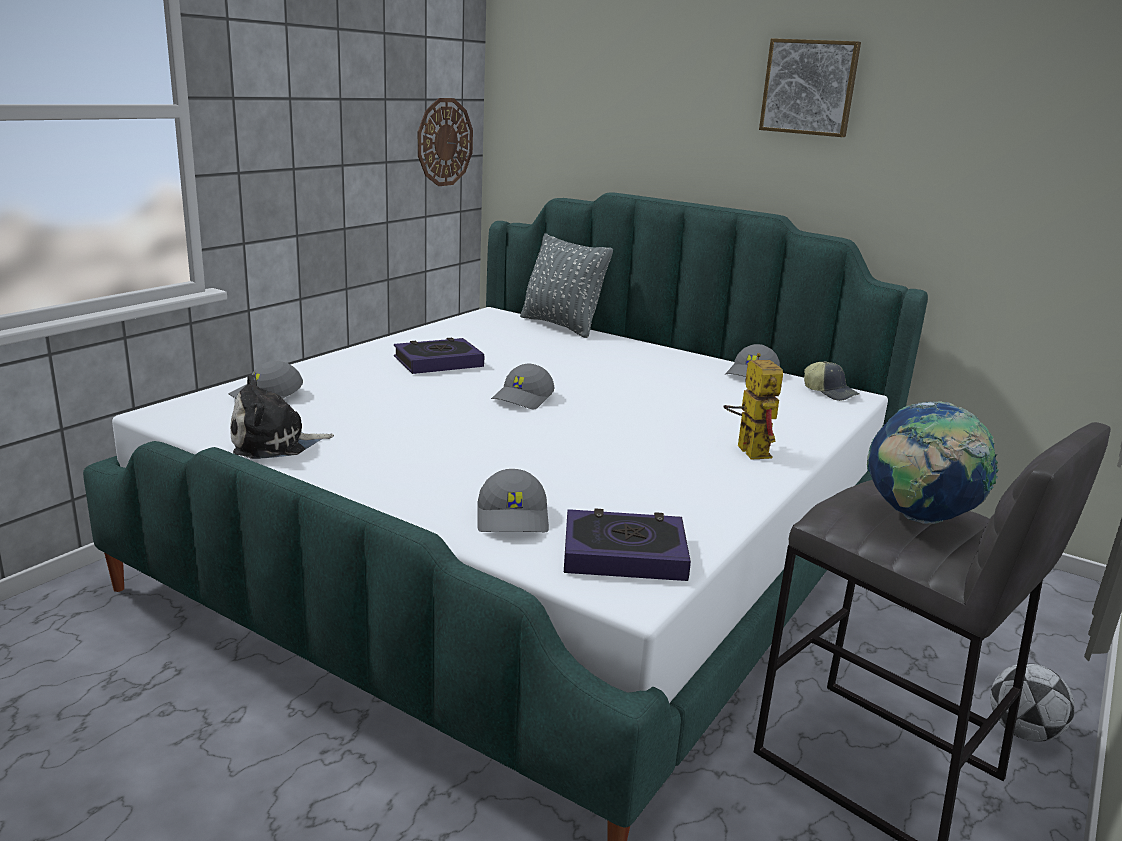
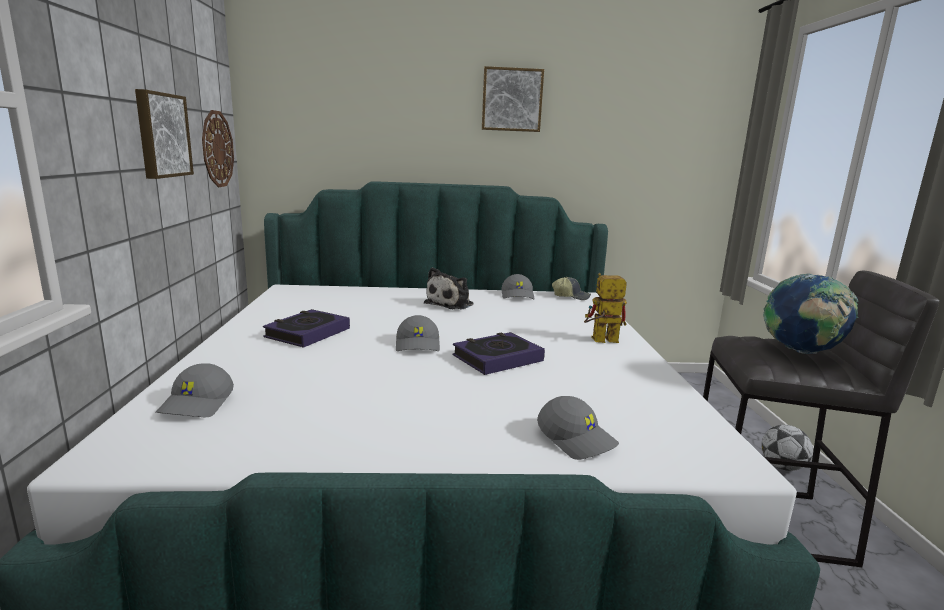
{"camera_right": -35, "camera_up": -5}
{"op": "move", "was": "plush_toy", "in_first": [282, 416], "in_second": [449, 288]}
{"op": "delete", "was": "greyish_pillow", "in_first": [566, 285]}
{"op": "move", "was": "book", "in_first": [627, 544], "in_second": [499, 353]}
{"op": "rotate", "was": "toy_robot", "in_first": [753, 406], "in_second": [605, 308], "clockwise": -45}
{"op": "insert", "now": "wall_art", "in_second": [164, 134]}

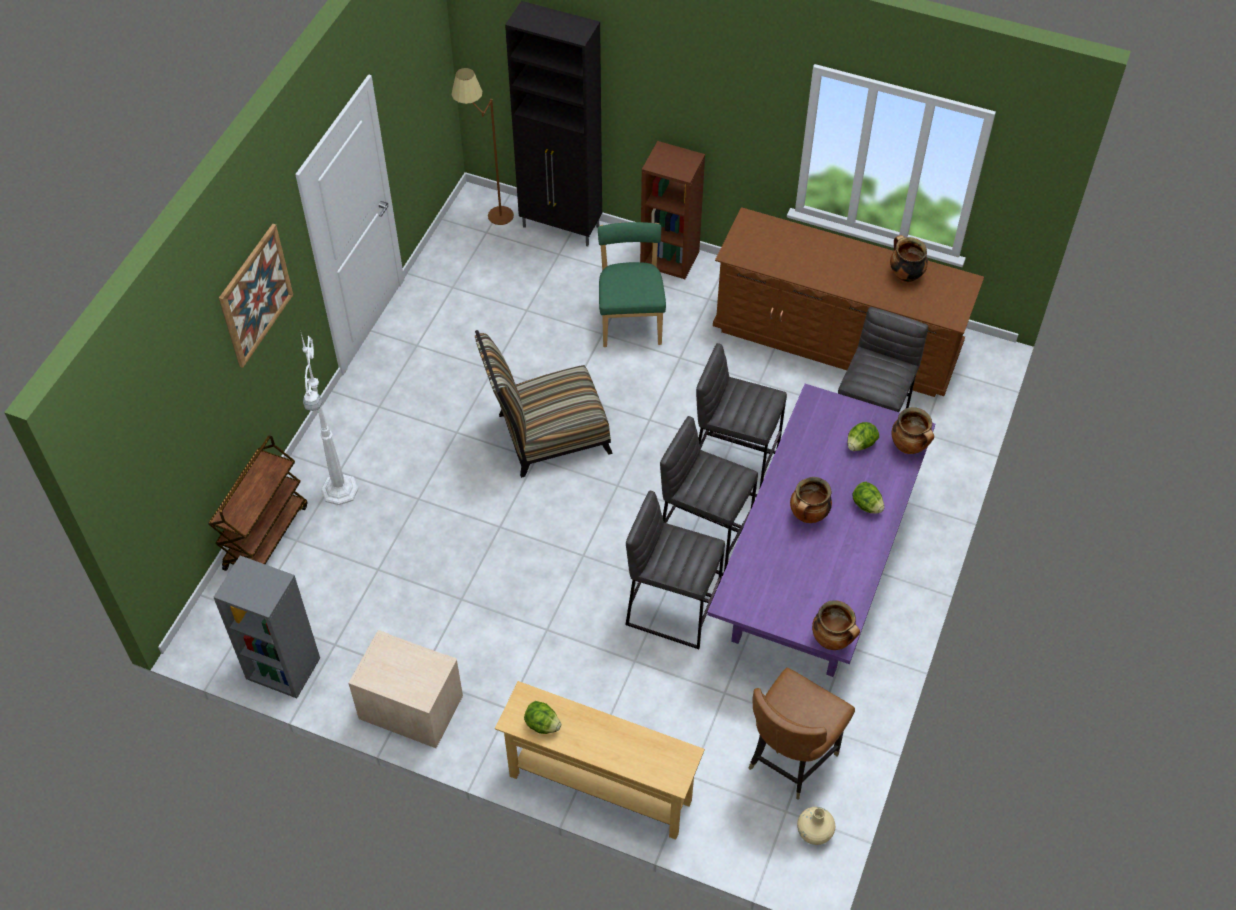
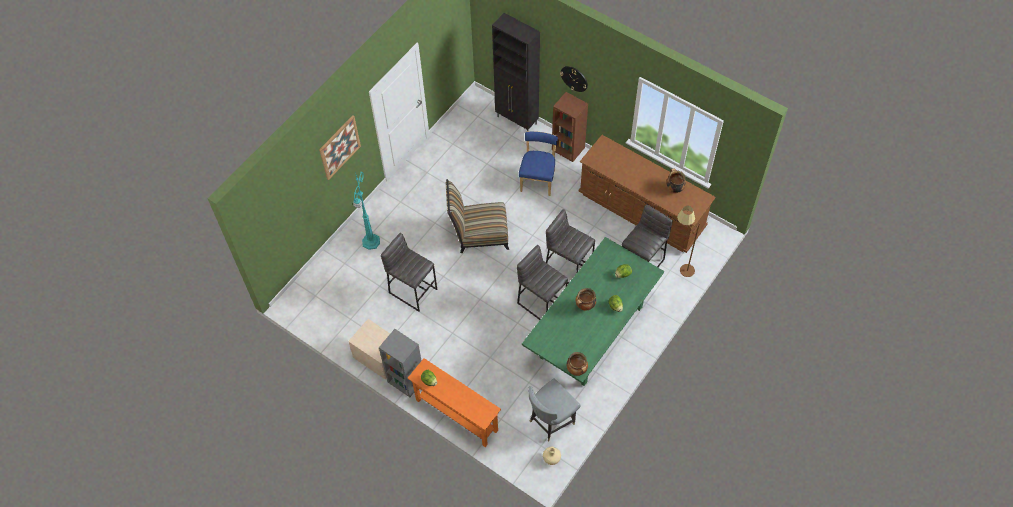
{"camera_right": 15, "camera_up": 5}
{"op": "delete", "was": "brownish_cart", "in_first": [257, 503]}
{"op": "move", "was": "greyish_shelving_unit", "in_first": [266, 627], "in_second": [400, 363]}
{"op": "recolor", "was": "white-coloured_standard_lamp", "now": "turquoise_standard_lamp", "in_first": [329, 419], "in_second": [366, 211]}
{"op": "move", "was": "brownish_standard_lamp", "in_first": [483, 146], "in_second": [688, 241]}
{"op": "recolor", "was": "beige_console_table", "now": "orange-coloured_console_table", "in_first": [600, 760], "in_second": [454, 402]}
{"op": "recolor", "was": "green-coloured_chair", "now": "blue-coloured_chair", "in_first": [632, 284], "in_second": [538, 163]}
{"op": "move", "was": "greyish_stool_seat", "in_first": [675, 569], "in_second": [409, 272]}
{"op": "recolor", "was": "purple-coloured_dinner_table", "now": "green-coloured_dinner_table", "in_first": [821, 530], "in_second": [593, 311]}
{"op": "recolor", "was": "brownish_chair", "now": "greyish_chair", "in_first": [801, 734], "in_second": [554, 410]}
{"op": "delete", "was": "stockpot", "in_first": [913, 430]}
{"op": "insert", "now": "hanging_clock", "in_second": [574, 79]}

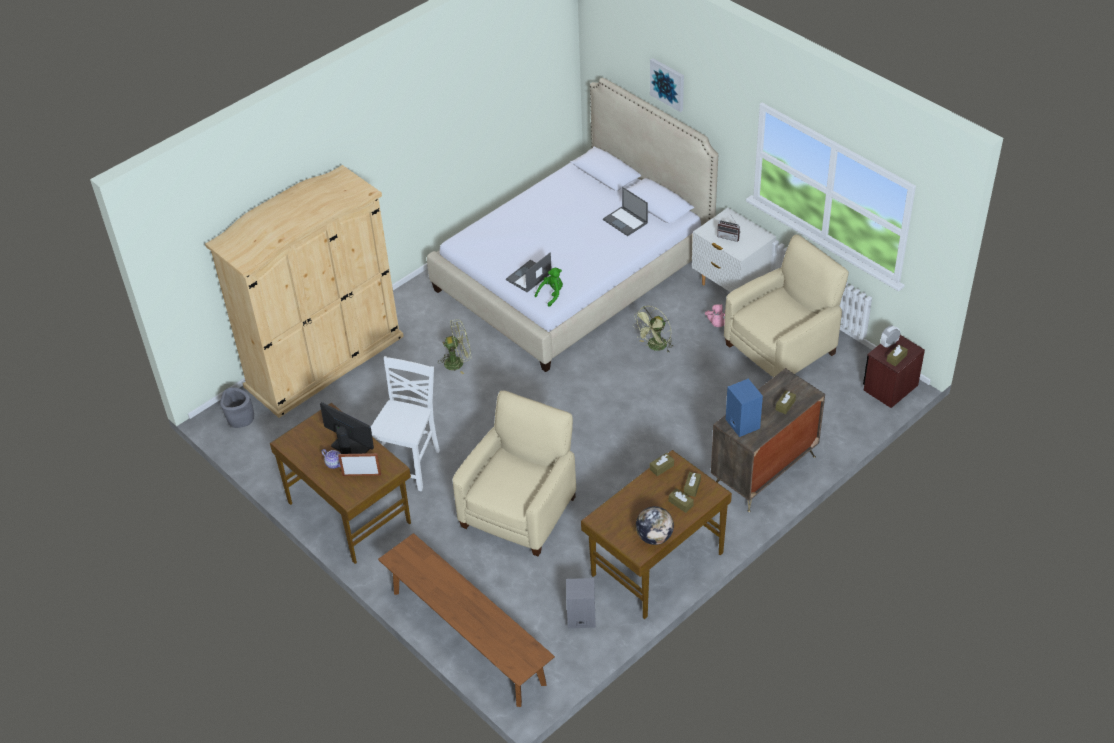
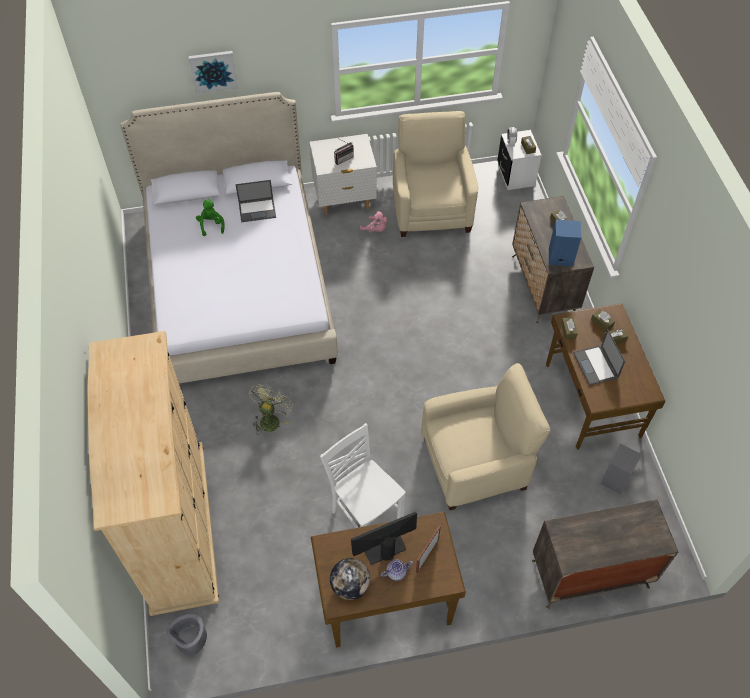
{"camera_right": -60, "camera_up": 10}
{"op": "replace", "was": "brownish_indoor_bench", "now": "drawer_chest", "in_first": [466, 620], "in_second": [605, 554]}
{"op": "rotate", "was": "beige_easy_chair", "in_first": [514, 473], "in_second": [485, 436], "clockwise": 105}
{"op": "move", "was": "laptop", "in_first": [529, 272], "in_second": [599, 357]}
{"op": "move", "was": "green-coloured_plush_toy", "in_first": [549, 287], "in_second": [210, 217]}
{"op": "delete", "was": "green-coloured_fan", "in_first": [653, 329]}
{"op": "move", "was": "globe", "in_first": [655, 525], "in_second": [350, 579]}
{"op": "recolor", "was": "brownish_bedside_table", "now": "white-coloured_bedside_table", "in_first": [894, 371], "in_second": [519, 160]}

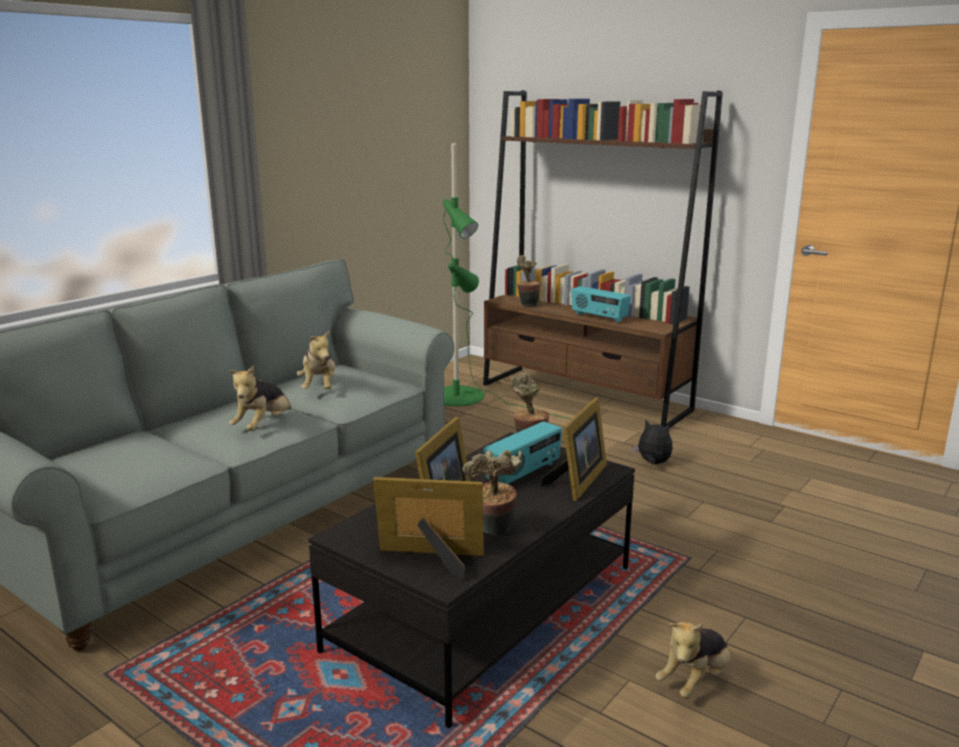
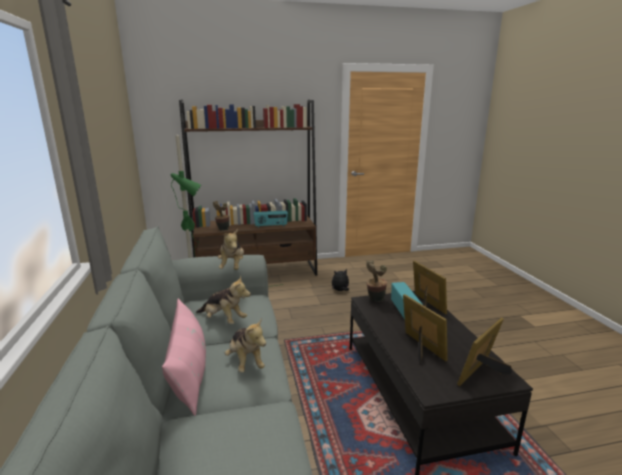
{"camera_right": -50, "camera_up": 0}
{"op": "delete", "was": "houseplant", "in_first": [492, 492]}
{"op": "move", "was": "plush_toy", "in_first": [693, 660], "in_second": [231, 249]}
{"op": "insert", "now": "pink_pillow", "in_second": [184, 357]}

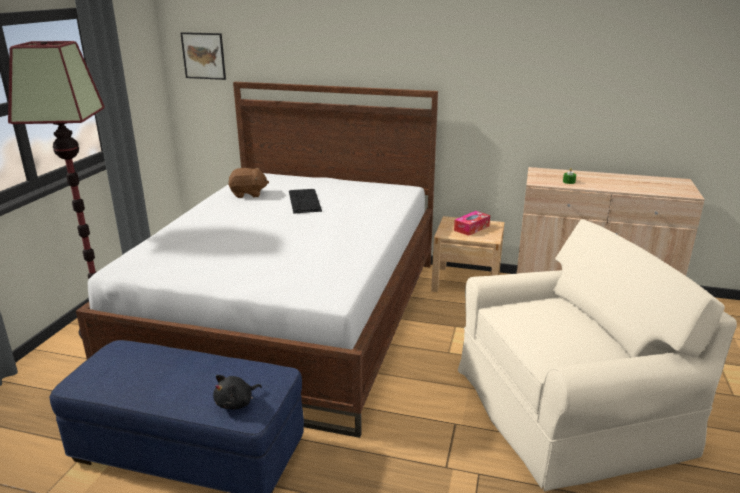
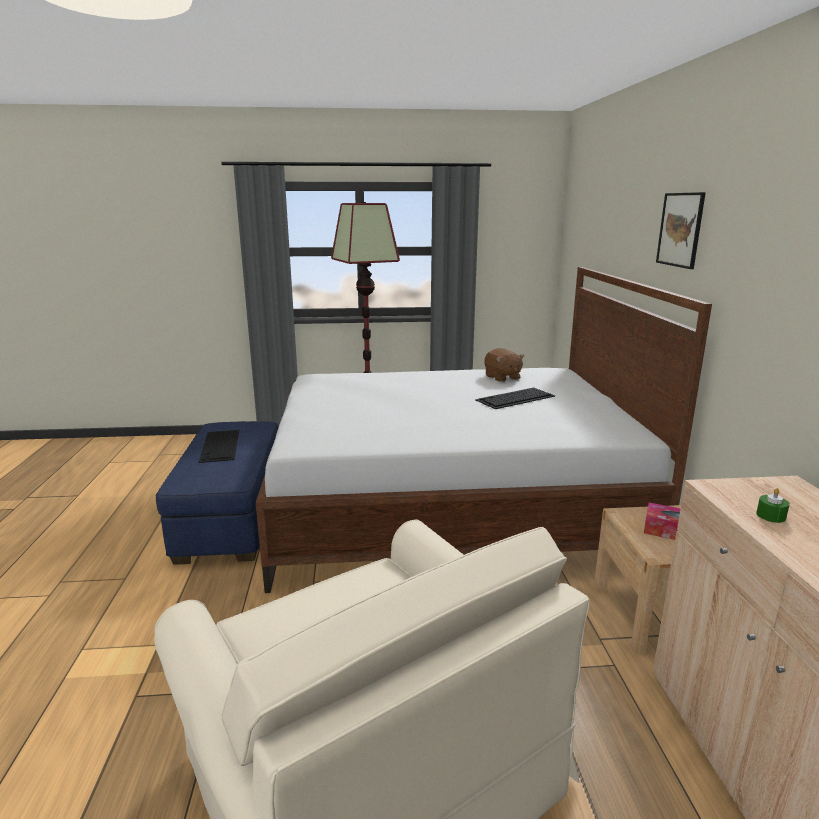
{"camera_right": 70, "camera_up": -5}
{"op": "move", "was": "wall_art", "in_first": [203, 56], "in_second": [681, 230]}
{"op": "delete", "was": "black-coloured_plush_toy", "in_first": [237, 392]}
{"op": "insert", "now": "keyboard", "in_second": [219, 446]}

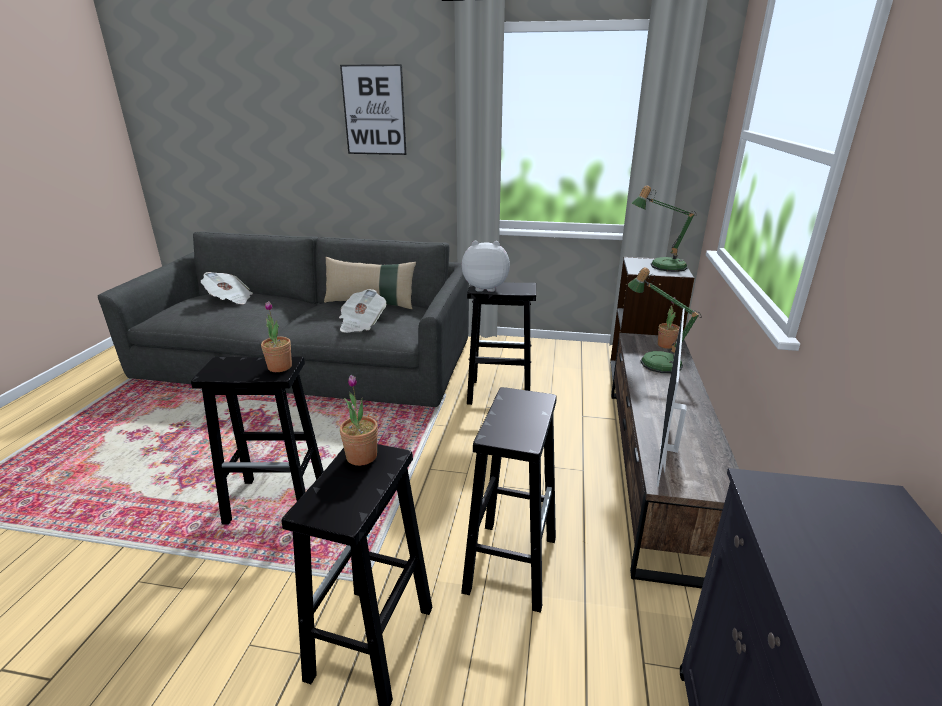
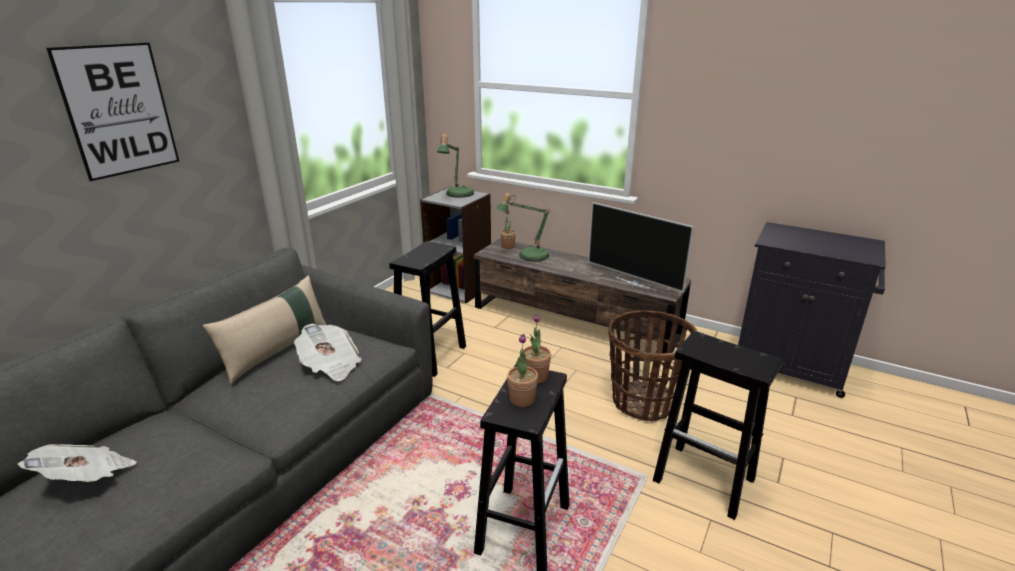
{"camera_right": -70, "camera_up": 0}
{"op": "move", "was": "houseplant", "in_first": [359, 420], "in_second": [522, 370]}
{"op": "replace", "was": "black-coloured_stool_seat", "now": "household_basket", "in_first": [509, 500], "in_second": [652, 366]}
{"op": "delete", "was": "plush_toy", "in_first": [486, 266]}

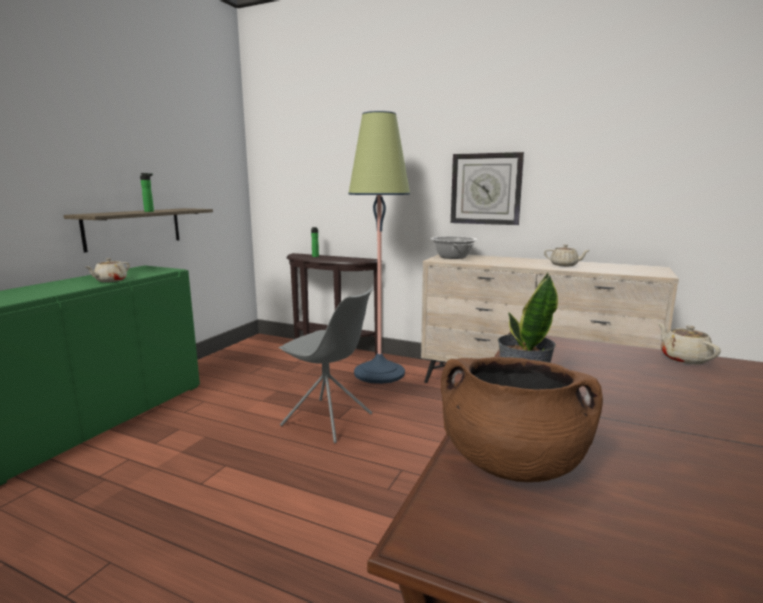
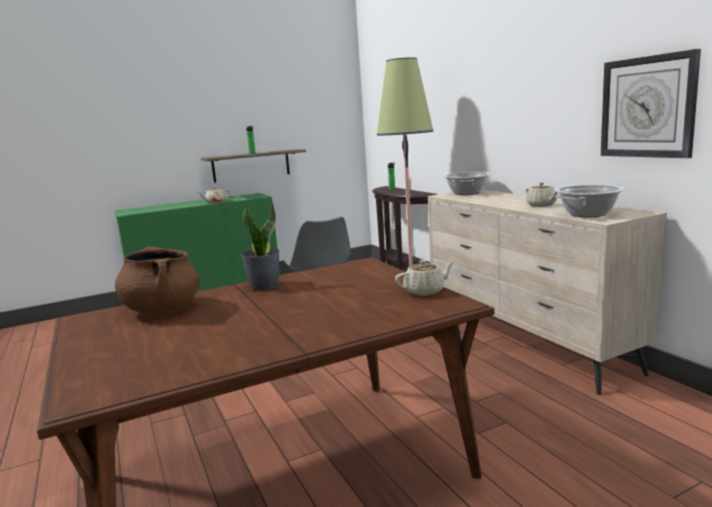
{"camera_right": 40, "camera_up": 0}
{"op": "move", "was": "hanging_clock", "in_first": [487, 188], "in_second": [651, 103]}
{"op": "rotate", "was": "beige_tea_pot", "in_first": [689, 344], "in_second": [424, 278], "clockwise": 45}
{"op": "insert", "now": "stockpot", "in_second": [590, 201]}

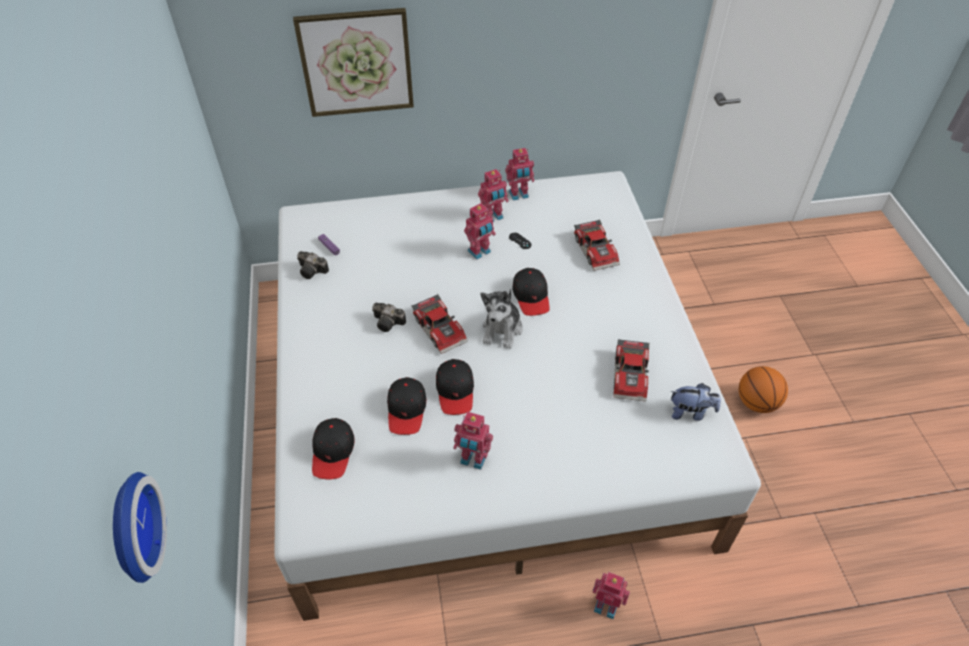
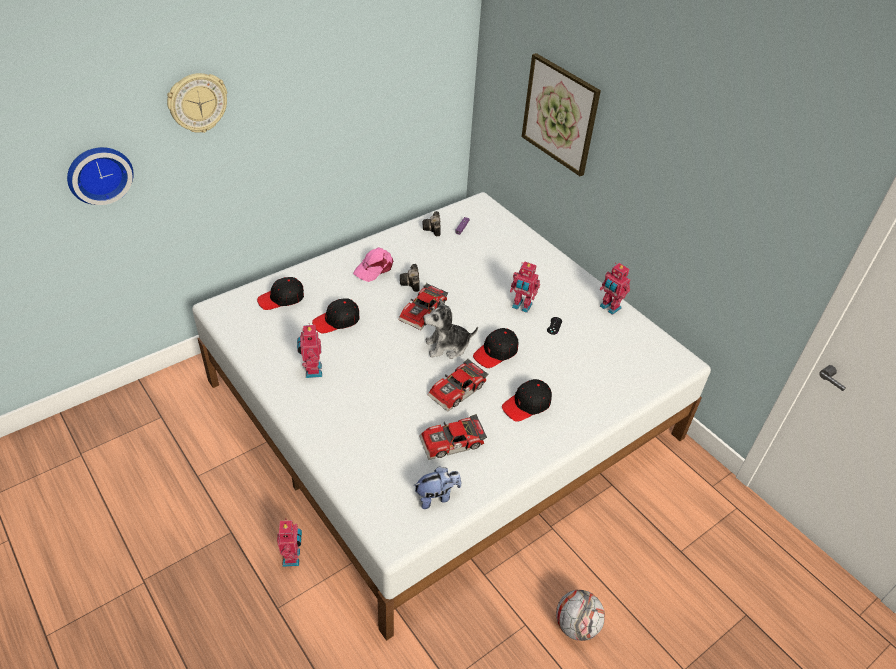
{"camera_right": 60, "camera_up": -5}
{"op": "move", "was": "black-coloured_baseball_cap", "in_first": [455, 387], "in_second": [527, 400]}
{"op": "delete", "was": "toy_robot", "in_first": [493, 195]}
{"op": "move", "was": "model_car", "in_first": [597, 245], "in_second": [458, 385]}
{"op": "rotate", "was": "plush_toy", "in_first": [695, 402], "in_second": [437, 487], "clockwise": -90}
{"op": "replace", "was": "basketball", "now": "ball_for_football", "in_first": [763, 389], "in_second": [580, 615]}
{"op": "insert", "now": "hanging_clock", "in_second": [197, 103]}
{"op": "insert", "now": "pink_baseball_cap", "in_second": [373, 264]}

